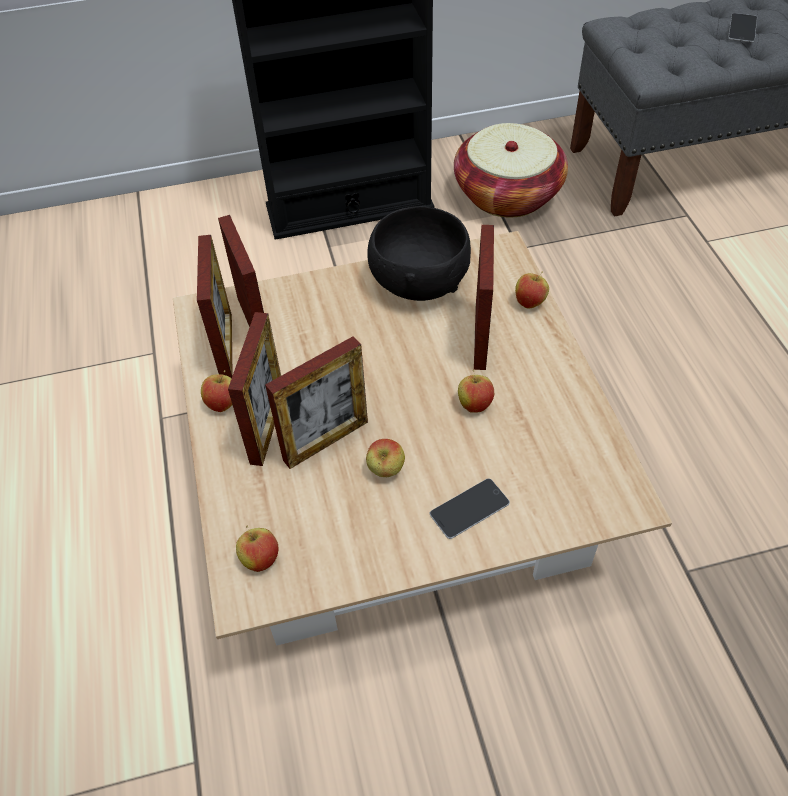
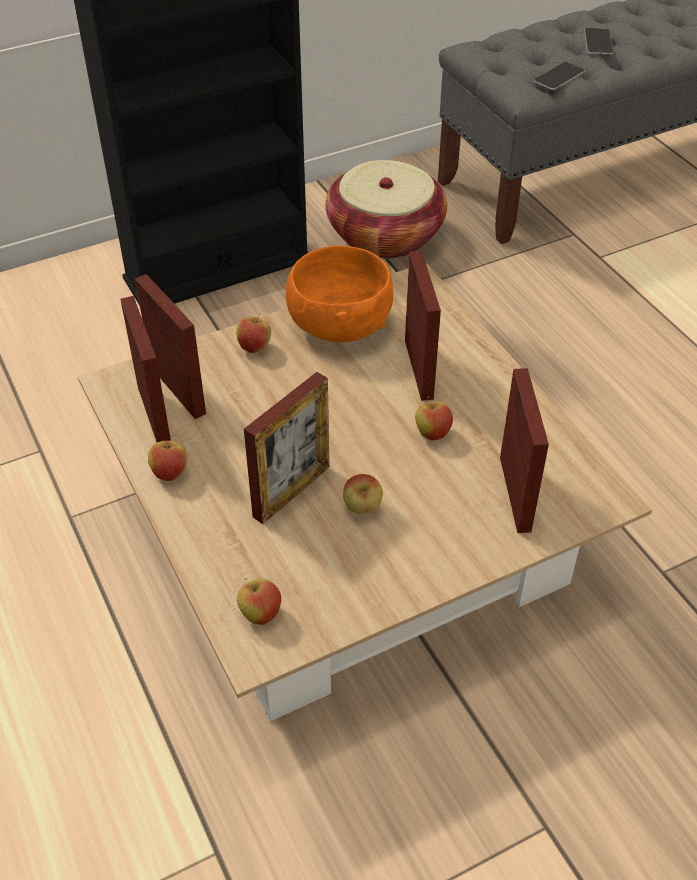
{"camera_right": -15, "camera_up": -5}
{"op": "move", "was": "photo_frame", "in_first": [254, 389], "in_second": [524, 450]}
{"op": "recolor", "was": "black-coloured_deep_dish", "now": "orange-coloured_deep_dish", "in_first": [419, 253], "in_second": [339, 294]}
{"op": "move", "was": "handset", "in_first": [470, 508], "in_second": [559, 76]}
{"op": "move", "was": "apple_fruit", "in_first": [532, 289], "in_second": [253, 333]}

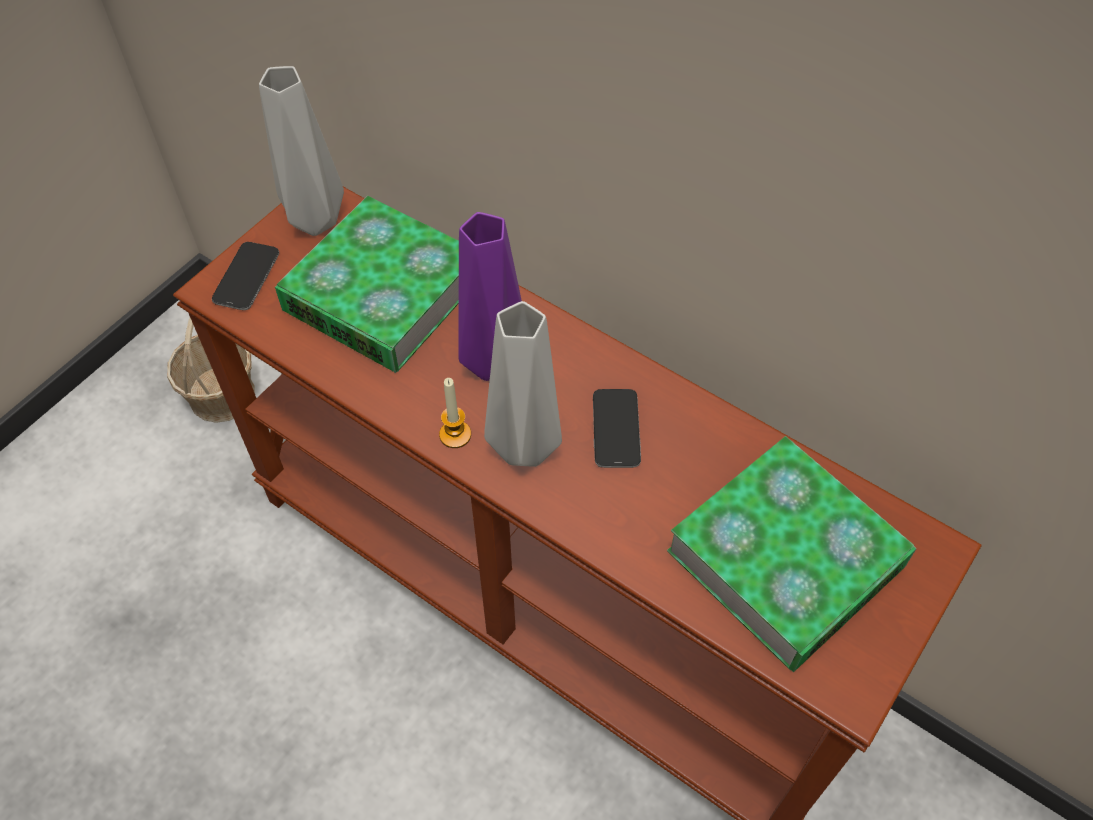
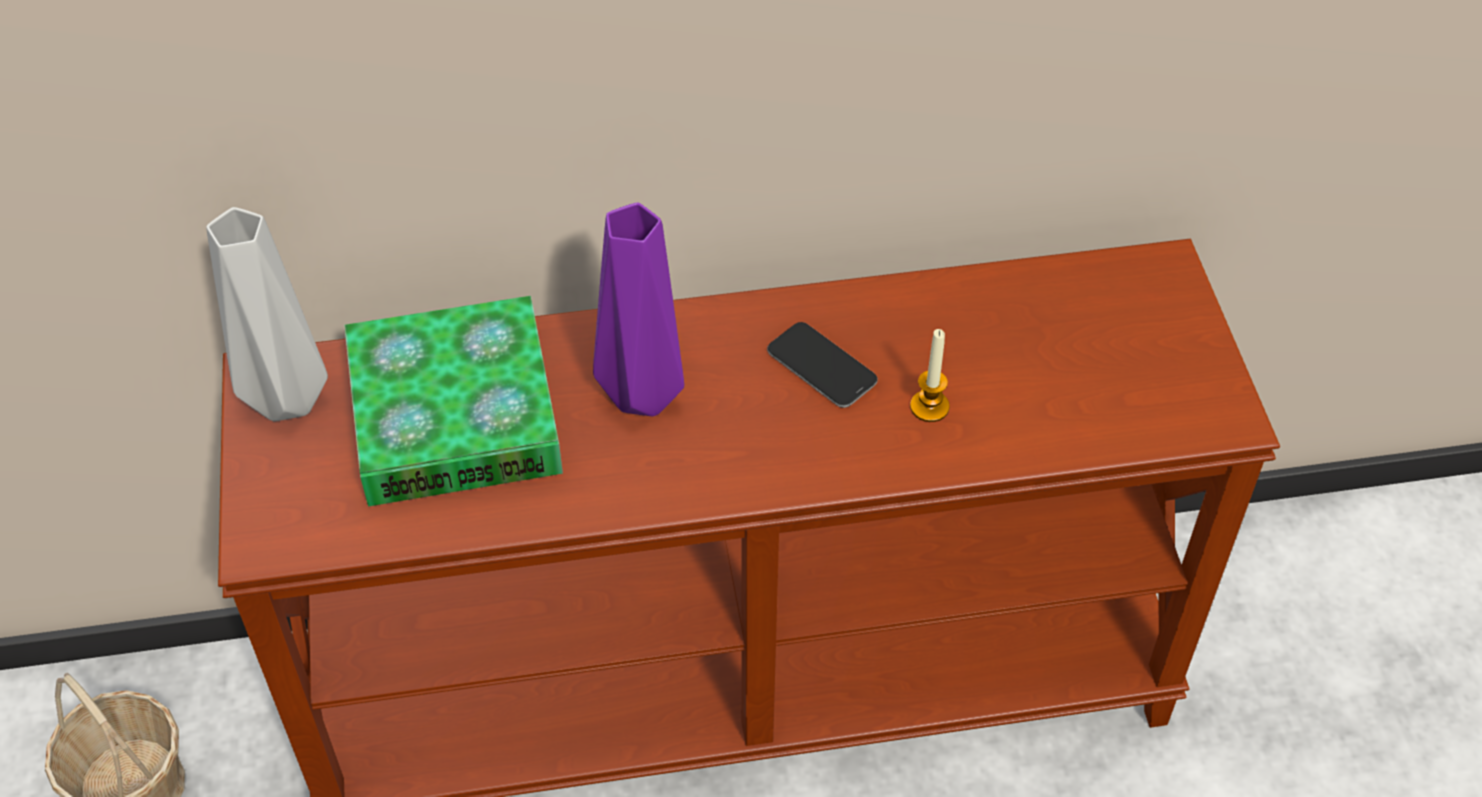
{"camera_right": -45, "camera_up": -5}
{"op": "delete", "was": "handset", "in_first": [245, 276]}
{"op": "move", "was": "wax_candle", "in_first": [455, 413], "in_second": [930, 375]}
{"op": "delete", "was": "greyish_flower_vase", "in_first": [523, 384]}
{"op": "delete", "was": "book", "in_first": [792, 554]}

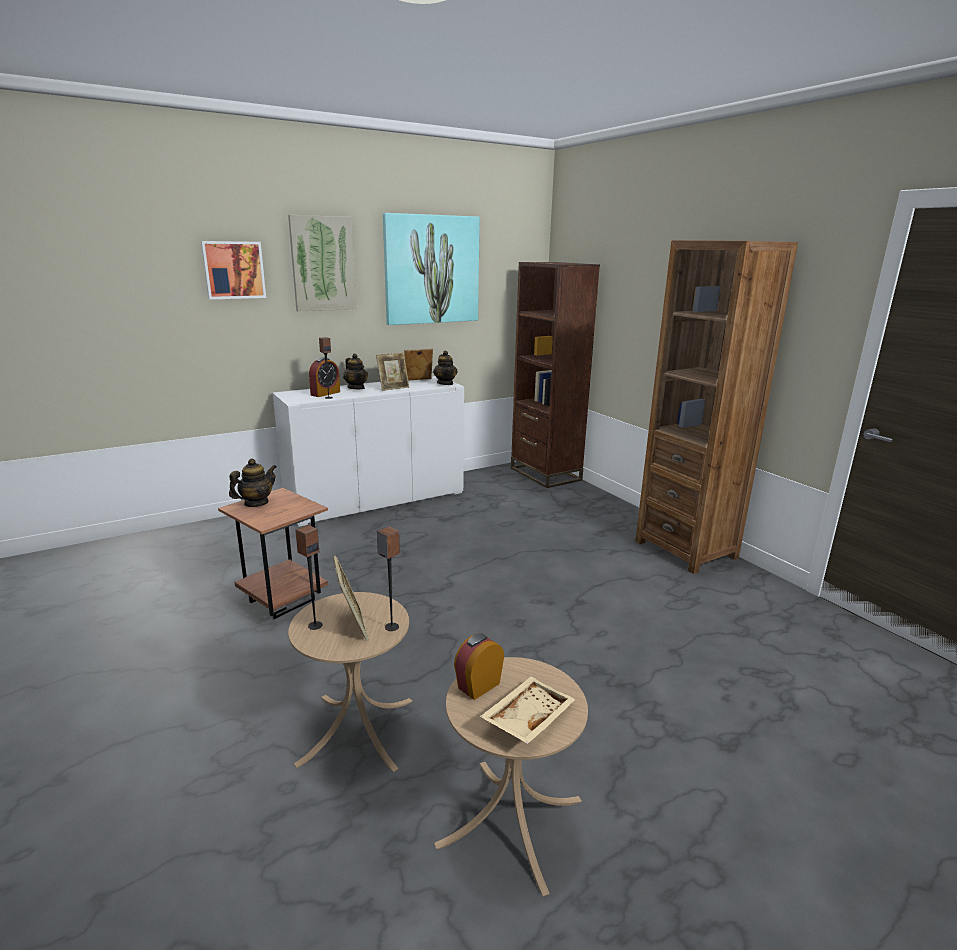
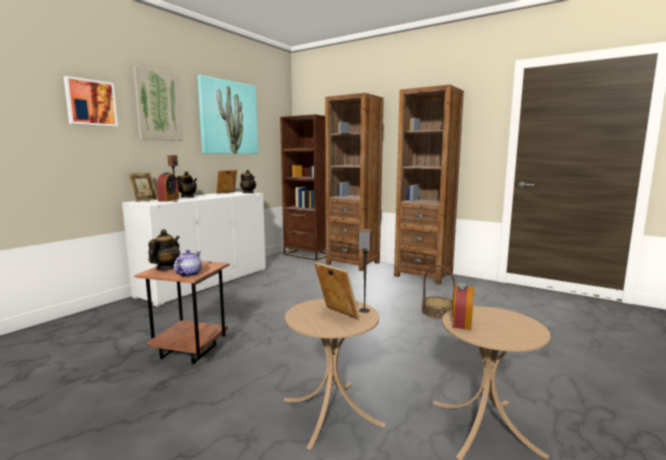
{"camera_right": -25, "camera_up": -10}
{"op": "delete", "was": "loudspeaker", "in_first": [308, 577]}
{"op": "move", "was": "photo_frame", "in_first": [392, 371], "in_second": [142, 187]}
{"op": "delete", "was": "beige_serving_tray", "in_first": [528, 710]}
{"op": "insert", "now": "tea_pot", "in_second": [188, 263]}
{"op": "insert", "now": "brownish_shelving_unit", "in_second": [354, 182]}
{"op": "insert", "now": "household_basket", "in_second": [438, 292]}

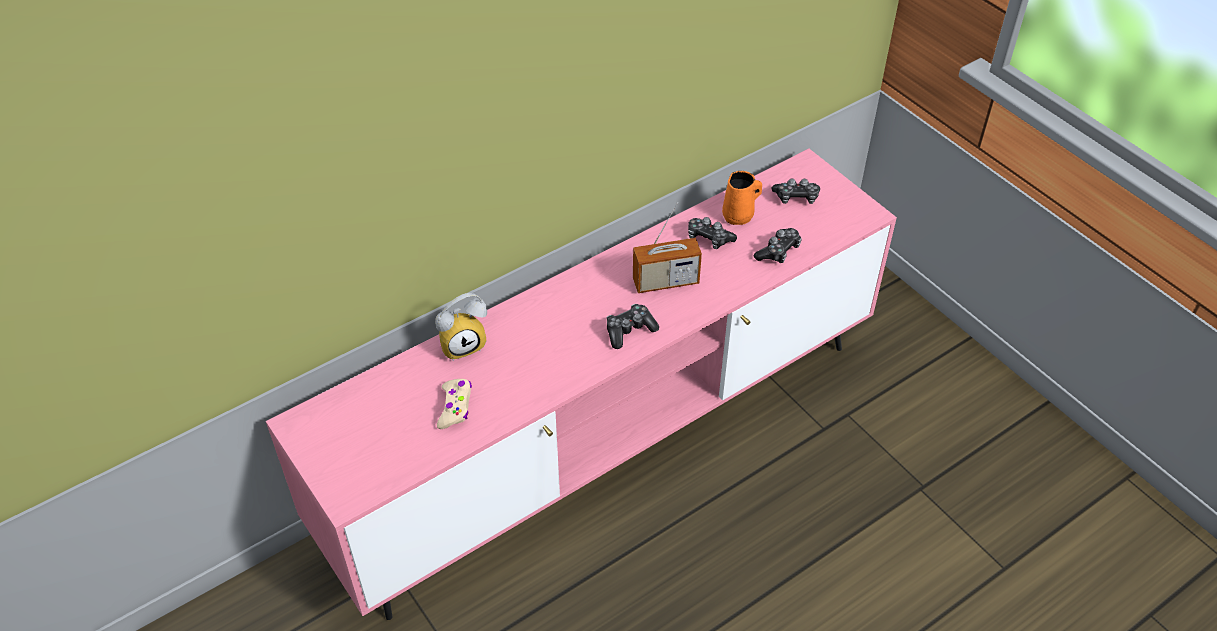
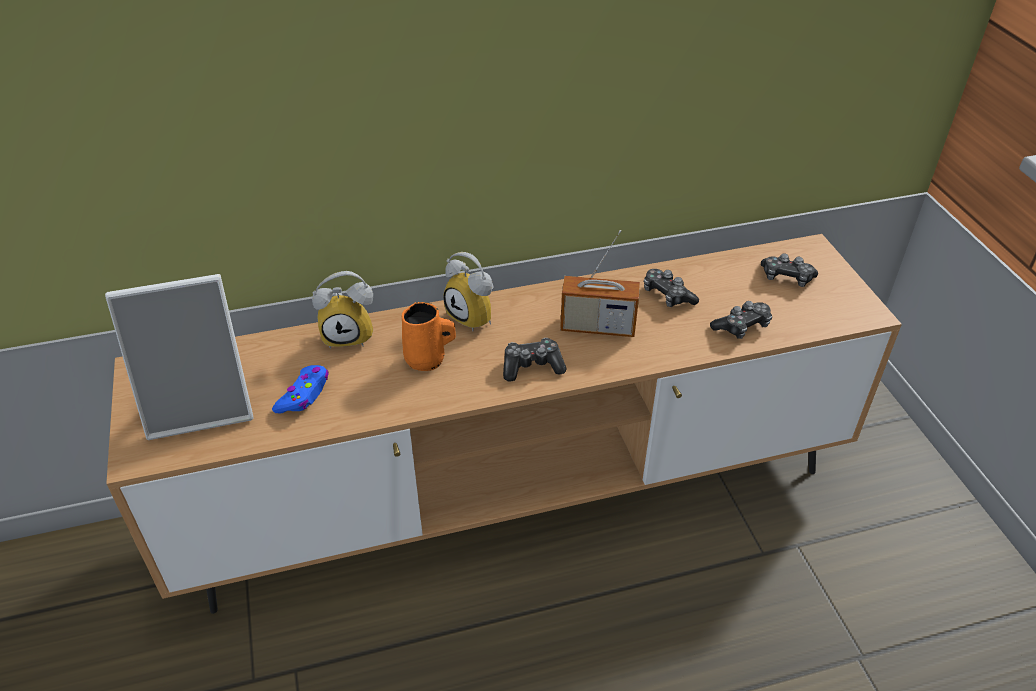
{"camera_right": 20, "camera_up": -5}
{"op": "recolor", "was": "pink_tv_unit", "now": "brownish_tv_unit", "in_first": [581, 384], "in_second": [504, 424]}
{"op": "recolor", "was": "beige_gamepad", "now": "blue-coloured_gamepad", "in_first": [454, 404], "in_second": [300, 389]}
{"op": "move", "was": "orange-coloured_mug", "in_first": [742, 198], "in_second": [429, 336]}
{"op": "insert", "now": "photo_frame", "in_second": [179, 357]}
{"op": "insert", "now": "table_clock", "in_second": [468, 291]}

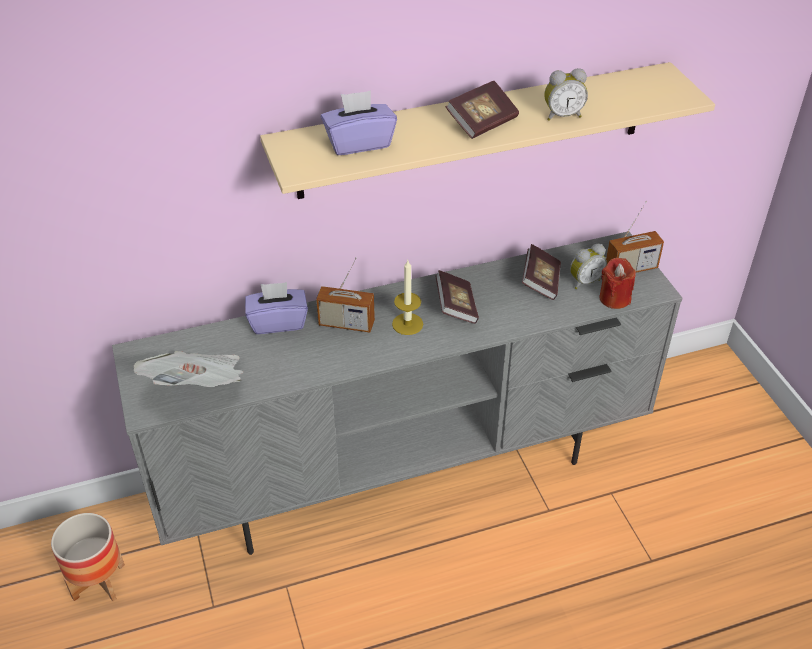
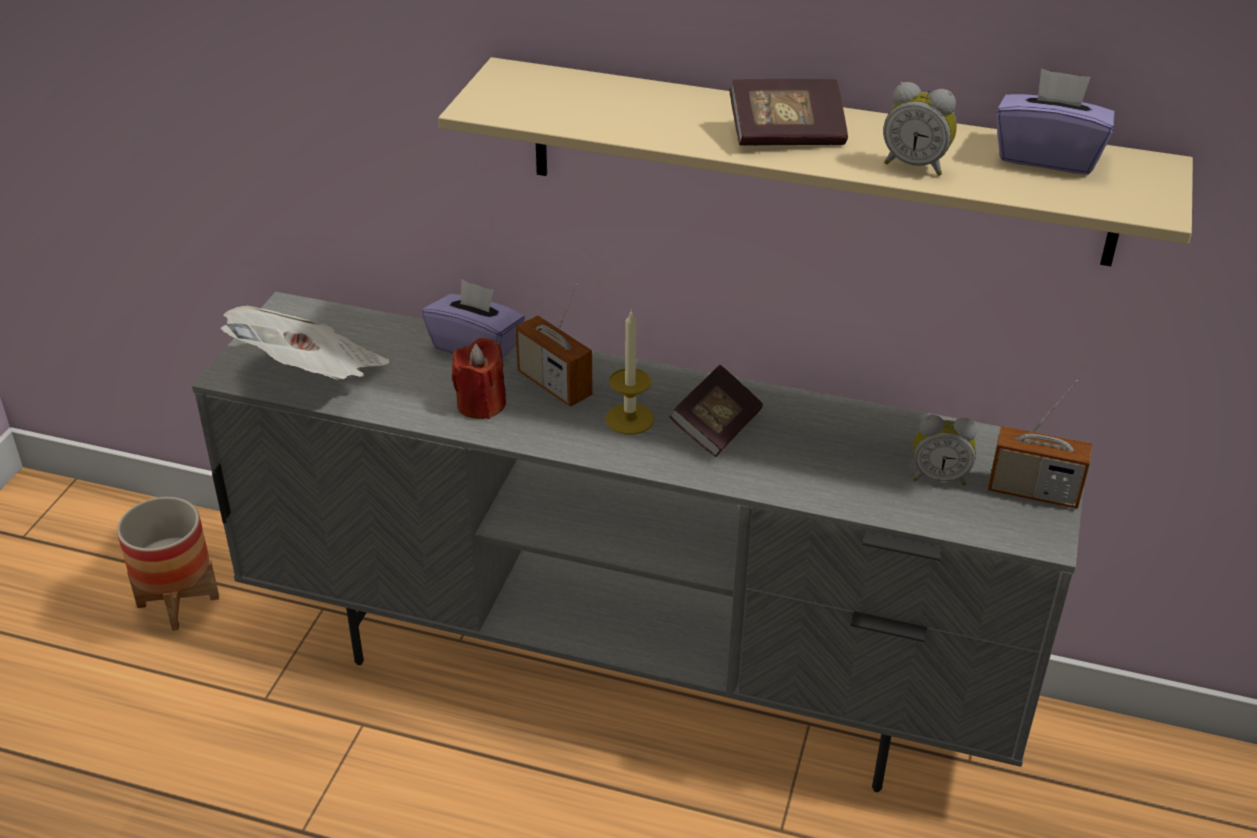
{"camera_right": 35, "camera_up": -5}
{"op": "move", "was": "purple-coloured_tissue_box", "in_first": [359, 122], "in_second": [1055, 122]}
{"op": "delete", "was": "book", "in_first": [541, 272]}
{"op": "move", "was": "red_wax_candle", "in_first": [617, 283], "in_second": [479, 378]}

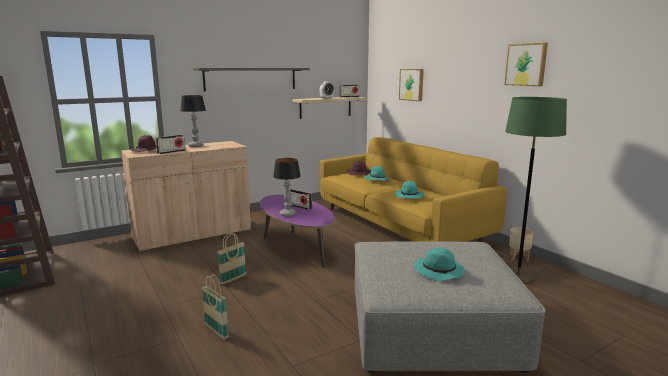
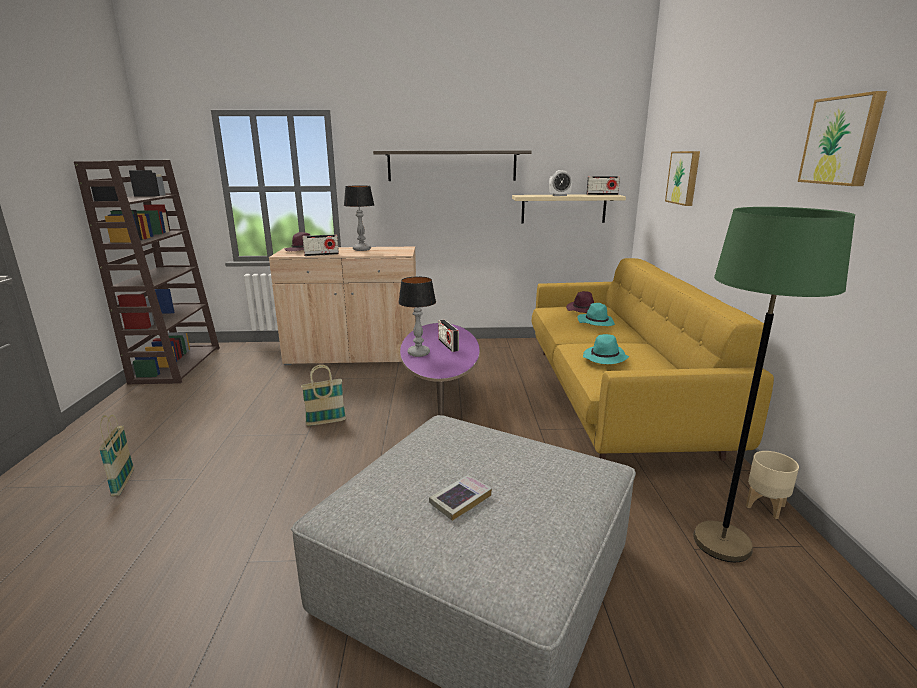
{"camera_right": 30, "camera_up": 5}
{"op": "move", "was": "household_basket", "in_first": [215, 306], "in_second": [116, 455]}
{"op": "replace", "was": "turquoise_wearable_hat", "now": "book", "in_first": [439, 264], "in_second": [460, 498]}

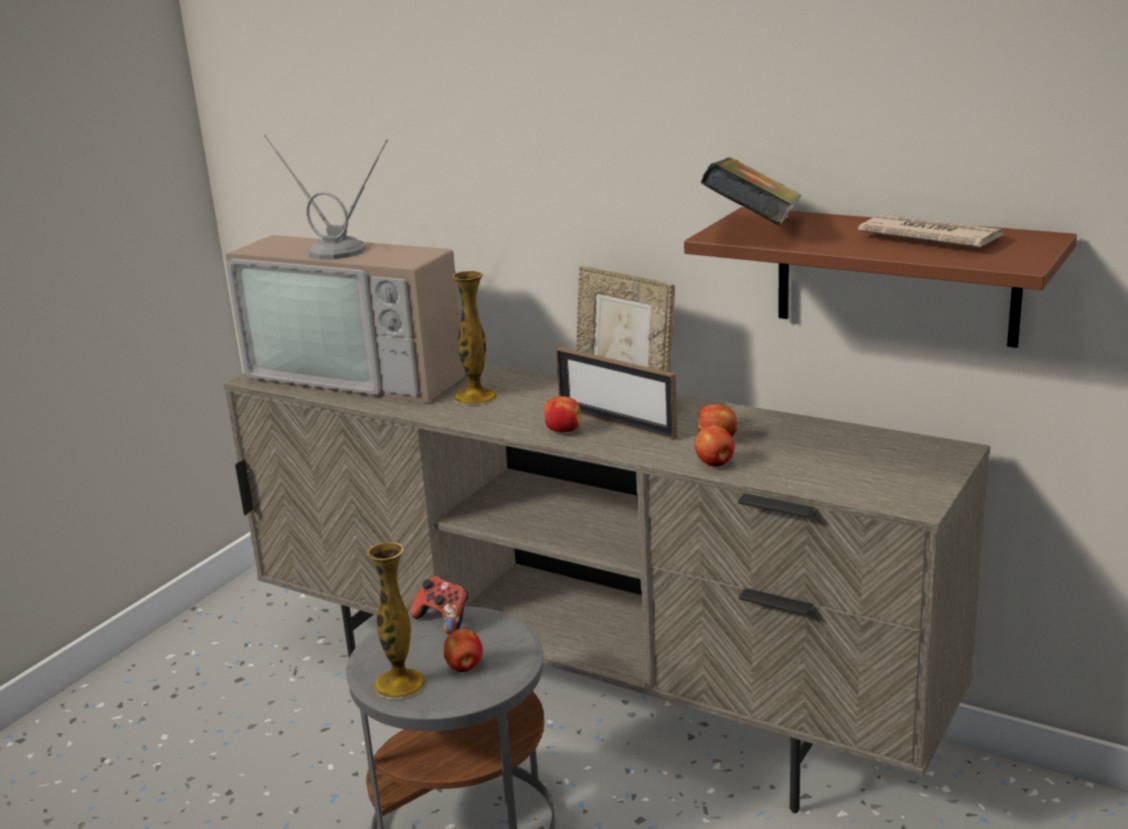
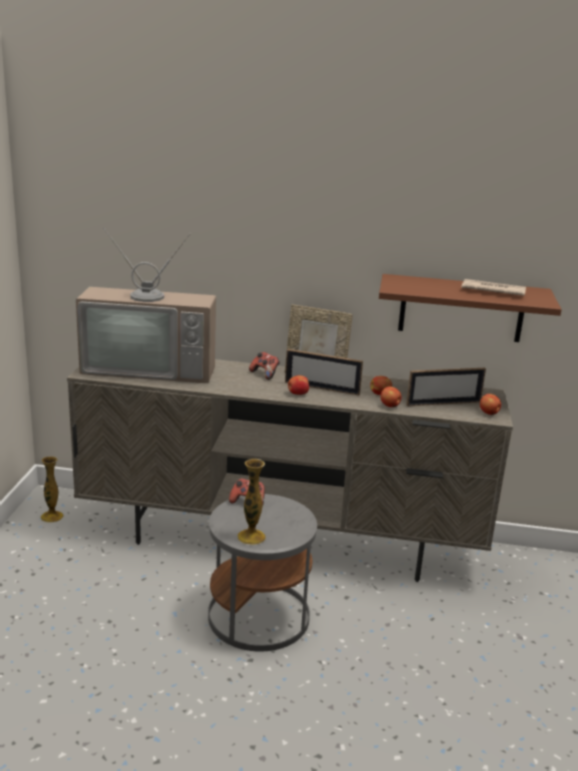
{"camera_right": -25, "camera_up": 0}
{"op": "move", "was": "apple_fruit", "in_first": [463, 650], "in_second": [490, 404]}
{"op": "move", "was": "flower_vase", "in_first": [475, 338], "in_second": [52, 489]}
{"op": "delete", "was": "book", "in_first": [751, 191]}
{"op": "insert", "now": "gamepad", "in_second": [264, 366]}
{"op": "insert", "now": "photo_frame", "in_second": [446, 387]}

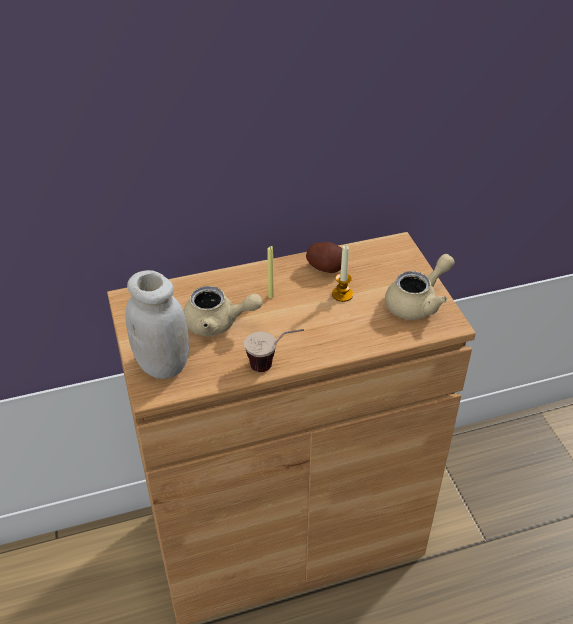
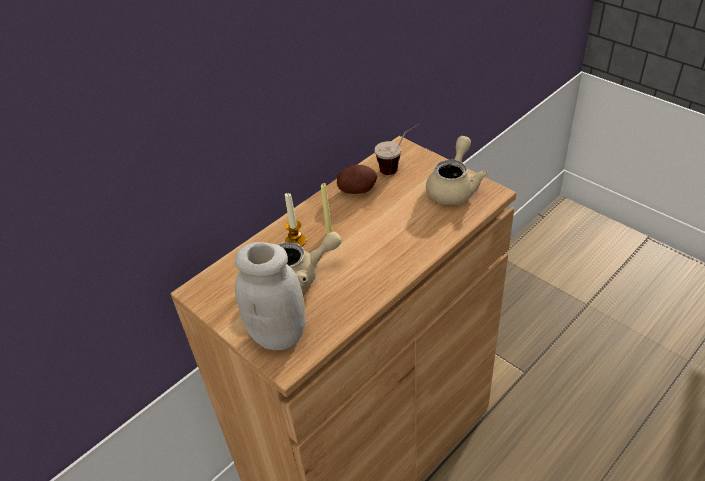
{"camera_right": -25, "camera_up": 0}
{"op": "move", "was": "cup", "in_first": [274, 350], "in_second": [397, 149]}
{"op": "move", "was": "wax_candle", "in_first": [342, 273], "in_second": [295, 220]}

